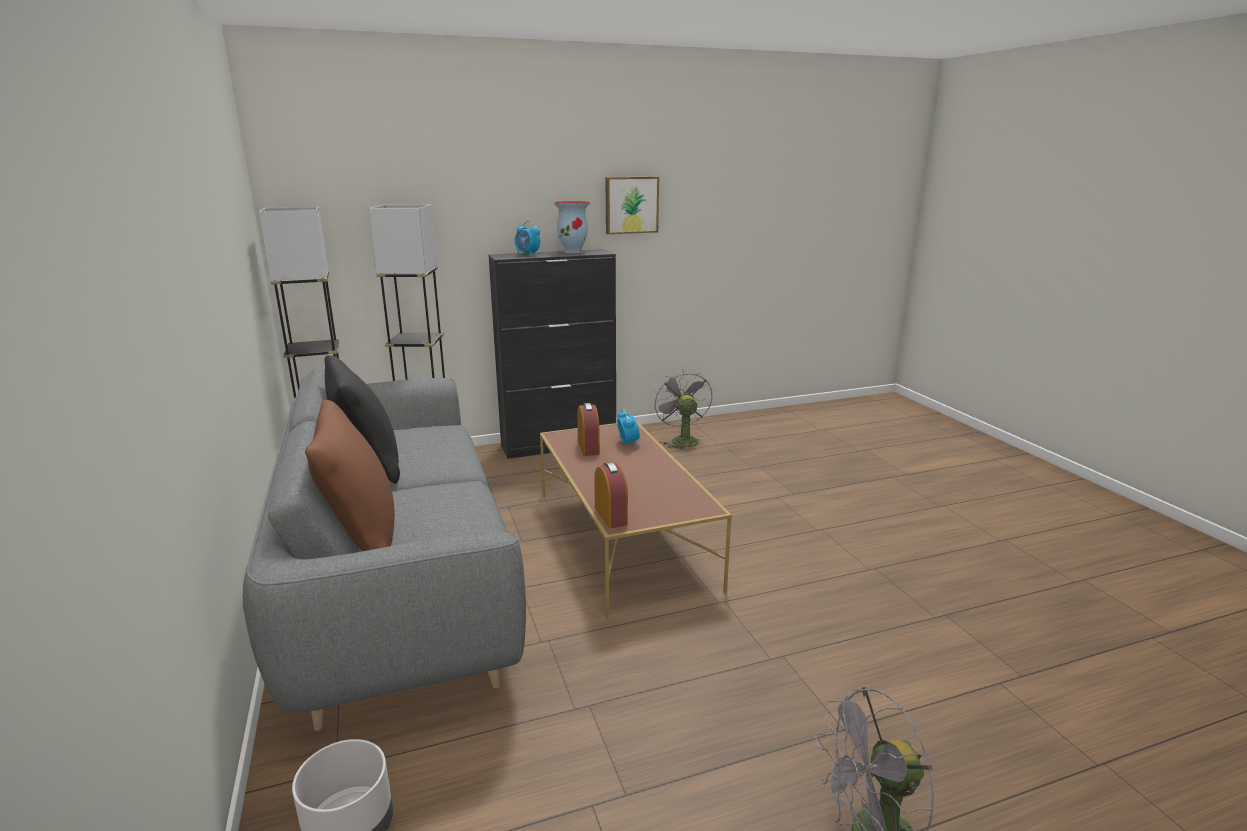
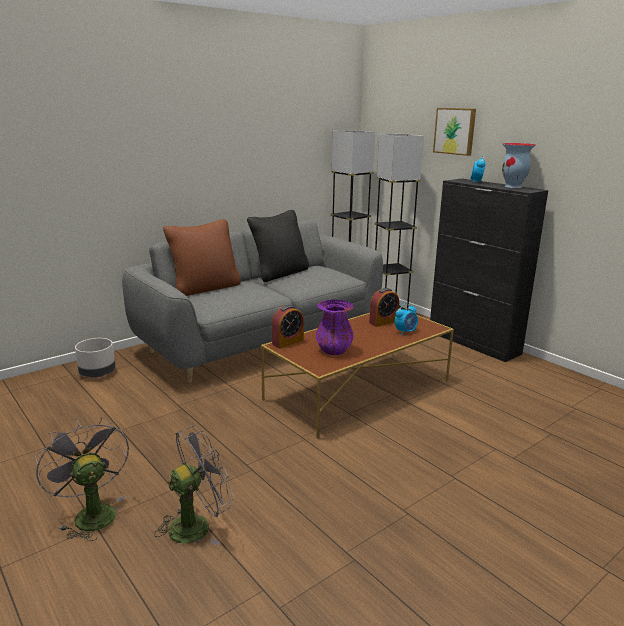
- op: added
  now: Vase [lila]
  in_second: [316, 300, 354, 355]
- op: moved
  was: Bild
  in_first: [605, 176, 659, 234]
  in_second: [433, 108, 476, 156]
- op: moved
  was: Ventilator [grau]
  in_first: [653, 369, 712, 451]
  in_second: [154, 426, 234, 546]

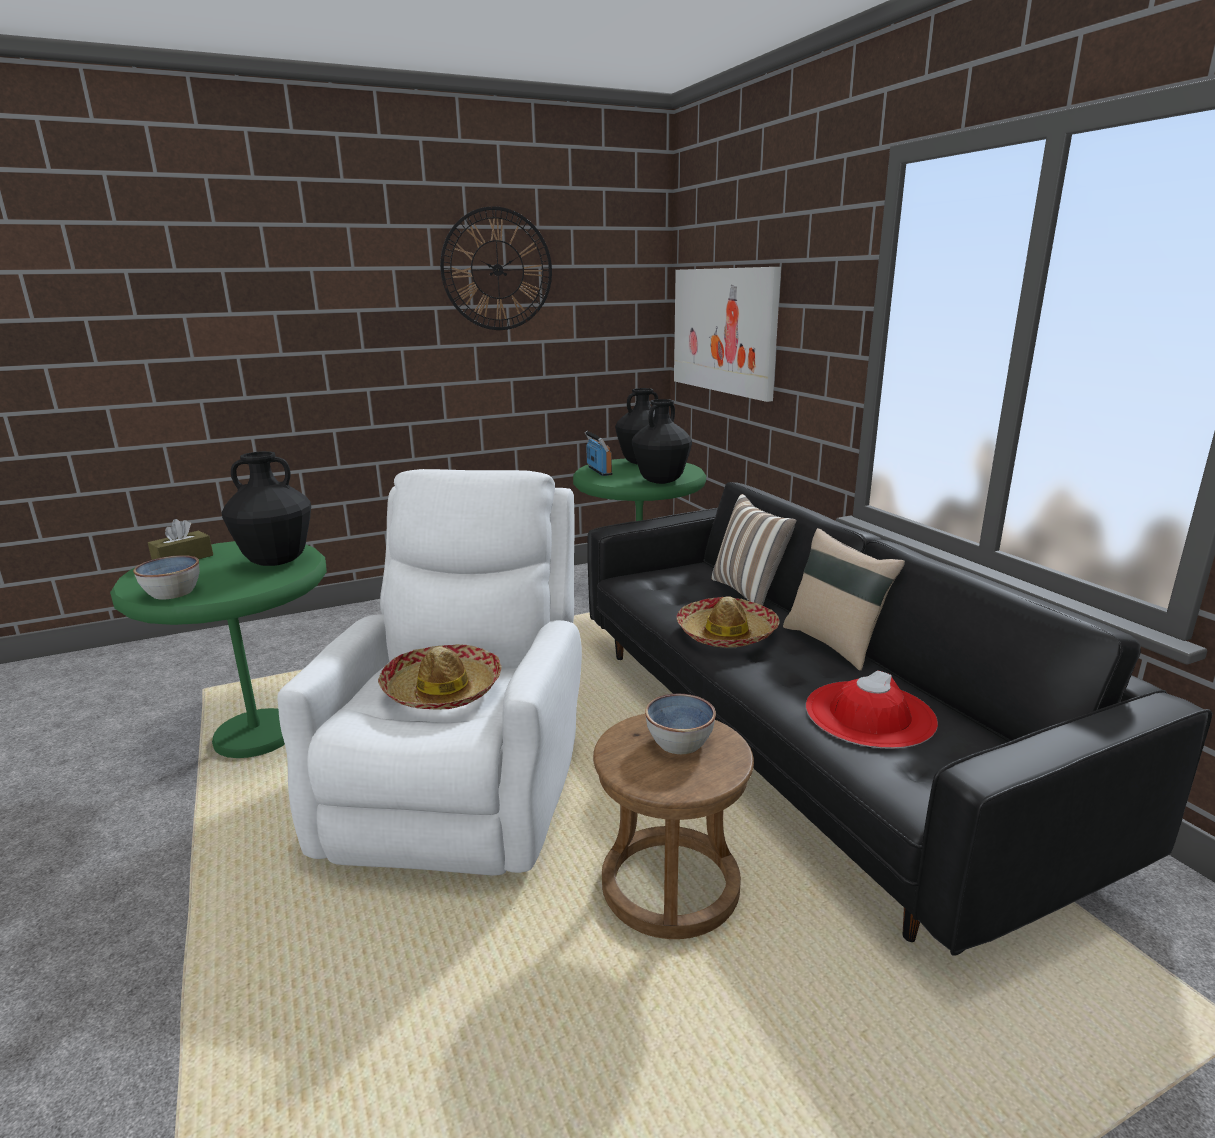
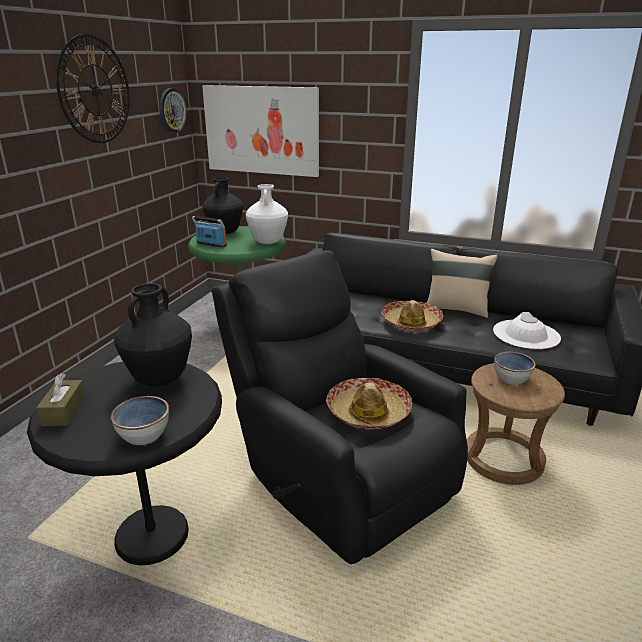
- op: removed
  was: Kissen
  in_first: [711, 494, 797, 606]
- op: added
  now: Wanduhr
  in_second: [159, 88, 187, 133]
- op: recoloured
  was: Beistelltisch [grün]
  now: Beistelltisch [schwarz]
  in_first: [110, 541, 327, 758]
  in_second: [27, 362, 222, 565]
- op: recoloured
  was: Sessel [weiß]
  now: Sessel [schwarz]
  in_first: [277, 469, 582, 876]
  in_second: [212, 250, 468, 564]
- op: recoloured
  was: Vase [schwarz]
  now: Vase [weiß]
  in_first: [632, 399, 692, 484]
  in_second: [246, 184, 288, 244]
- op: recoloured
  was: Hut [rot]
  now: Hut [weiß]
  in_first: [806, 670, 938, 749]
  in_second: [493, 312, 561, 349]

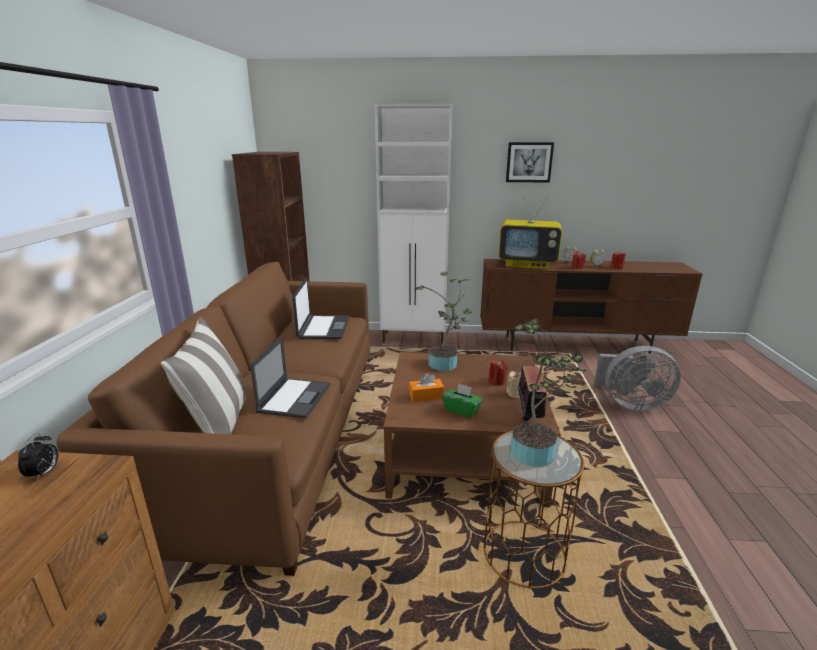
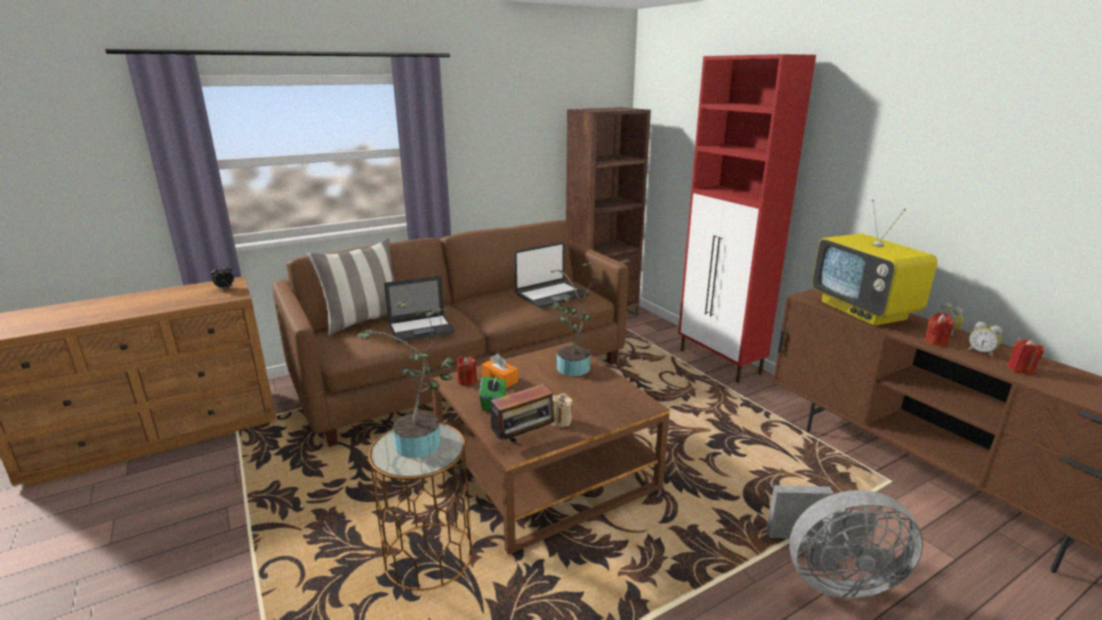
- op: removed
  was: Bild
  in_first: [506, 142, 554, 182]
- op: moved
  was: Kerze [rot]
  in_first: [489, 360, 508, 386]
  in_second: [457, 356, 477, 386]
- op: recoloured
  was: Schrank [weiß]
  now: Schrank [rot]
  in_first: [375, 103, 453, 345]
  in_second: [678, 54, 816, 383]
- op: turned
  was: Ventilator [grau]
  in_first: [594, 346, 681, 410]
  in_second: [766, 485, 923, 599]
  clockwise: -60

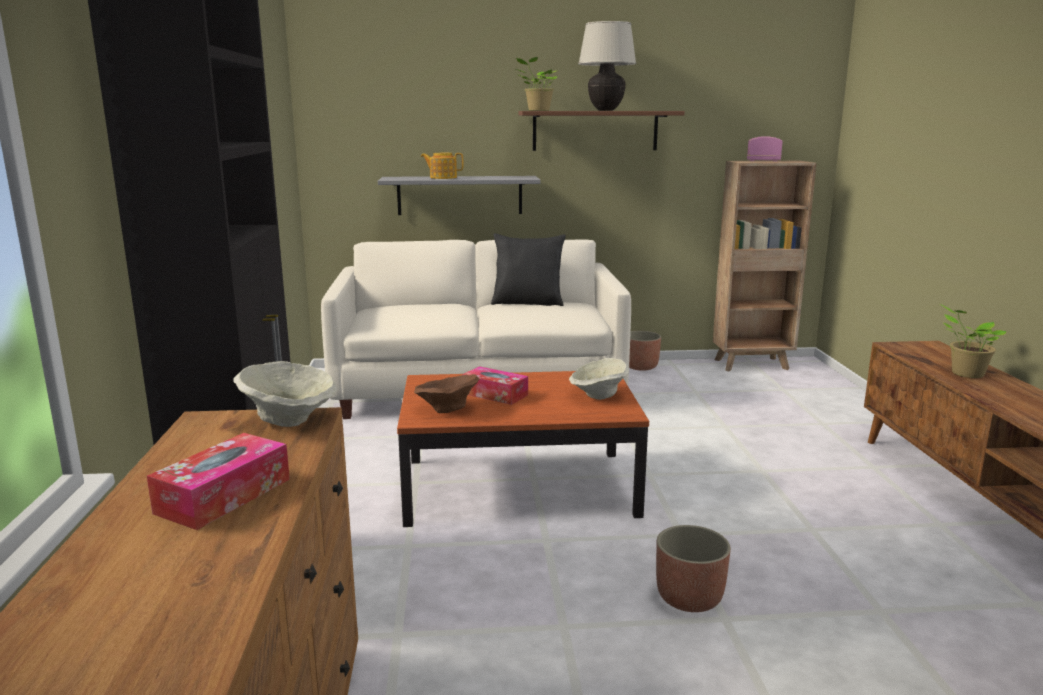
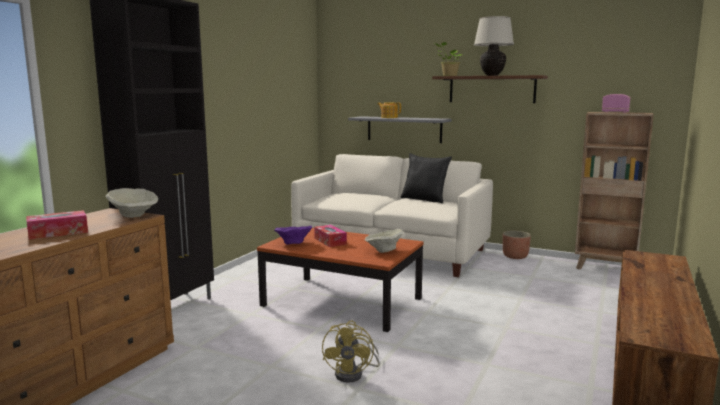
- op: removed
  was: Topfpflanze
  in_first: [940, 304, 1007, 378]
- op: replaced
  was: Pflanzkübel
  now: Ventilator [gelb]
  in_first: [656, 525, 731, 612]
  in_second: [322, 321, 380, 383]
- op: recoloured
  was: Schüssel [braun]
  now: Schüssel [lila]
  in_first: [414, 374, 480, 413]
  in_second: [274, 226, 312, 245]

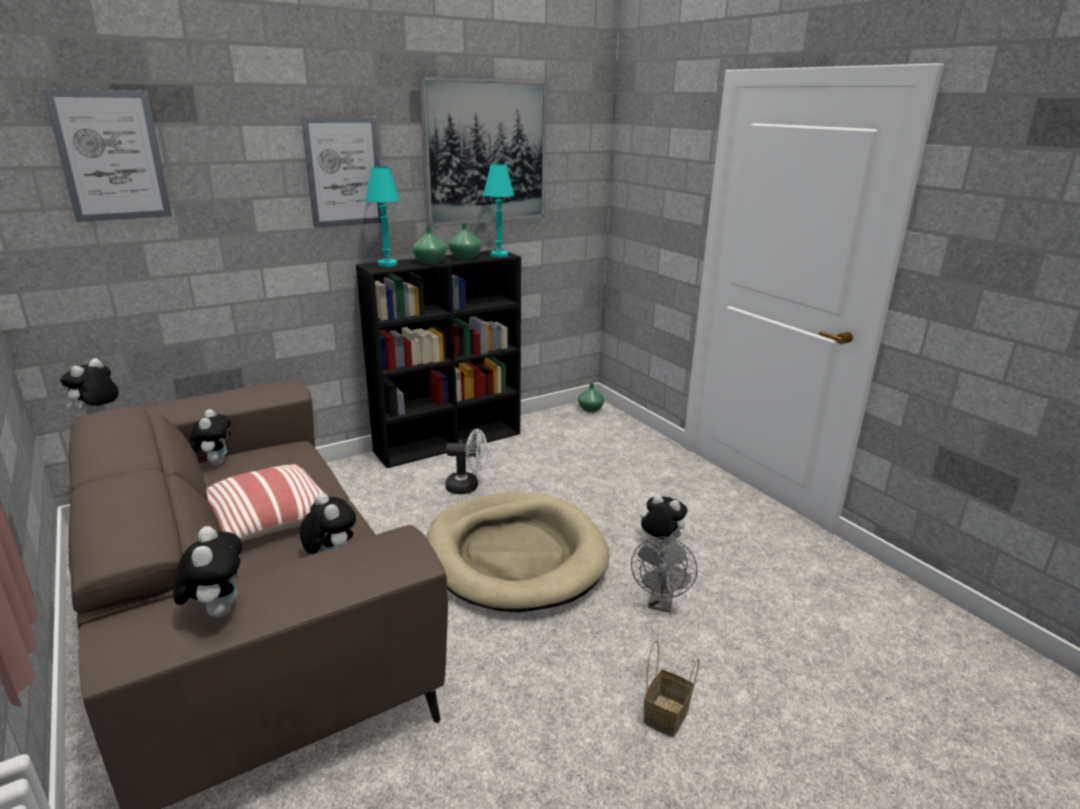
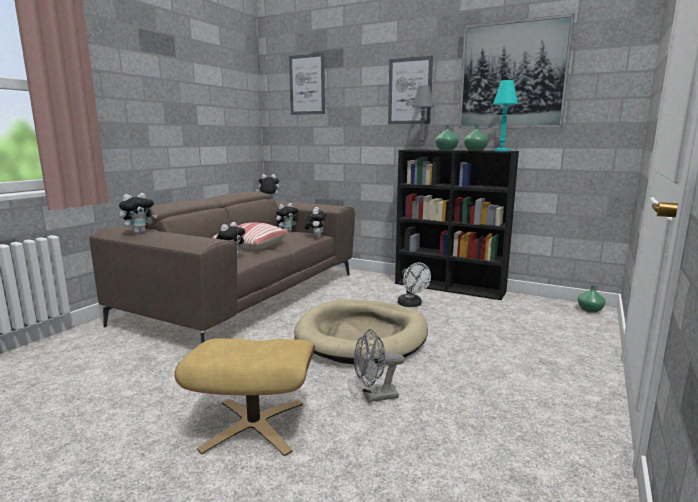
- op: moved
  was: Plüschtier
  in_first: [640, 494, 688, 542]
  in_second: [305, 207, 327, 238]
- op: replaced
  was: Korb
  now: Polsterhocker [beige]
  in_first: [643, 641, 699, 737]
  in_second: [174, 338, 315, 456]
- op: recoloured
  was: Tischlampe [türkis]
  now: Tischlampe [grau]
  in_first: [366, 167, 400, 267]
  in_second: [412, 85, 434, 150]

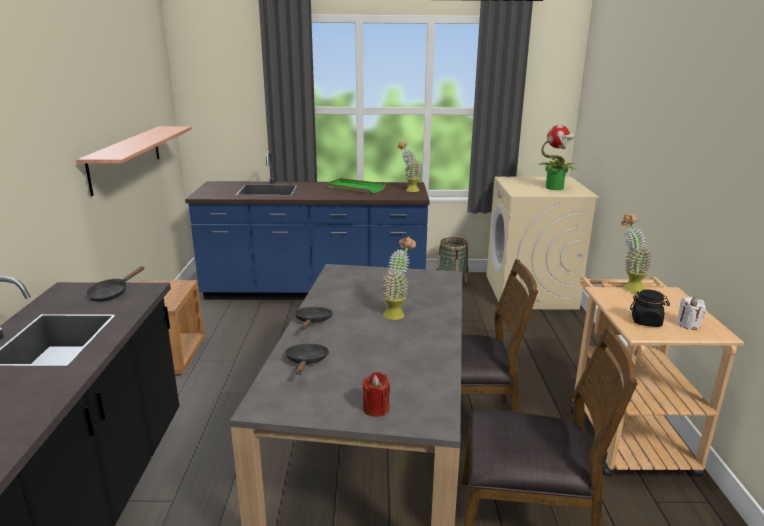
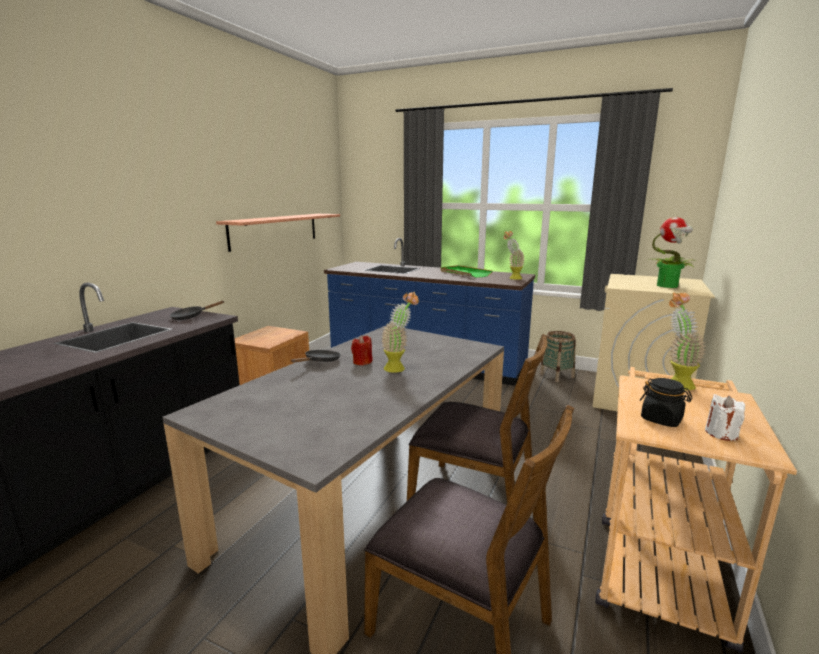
- op: removed
  was: Pfanne [schwarz]
  in_first: [285, 344, 329, 375]
- op: moved
  was: Kerze [rot]
  in_first: [362, 372, 390, 417]
  in_second: [351, 335, 372, 365]

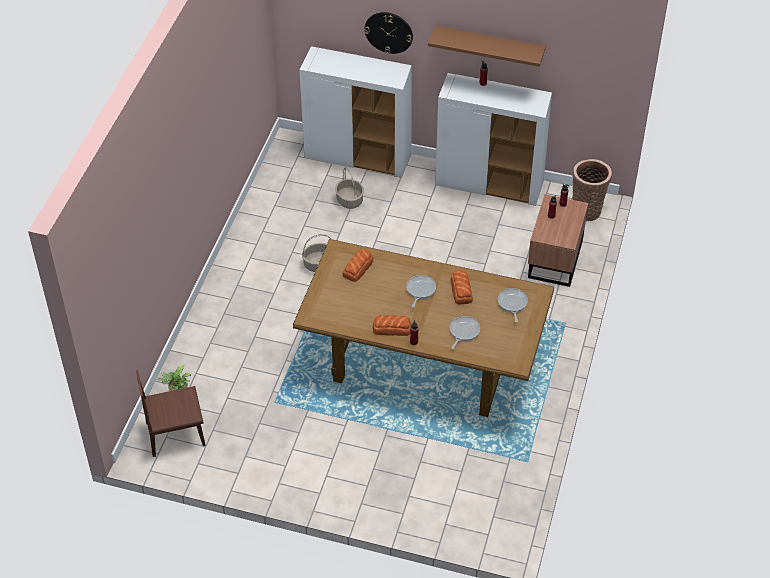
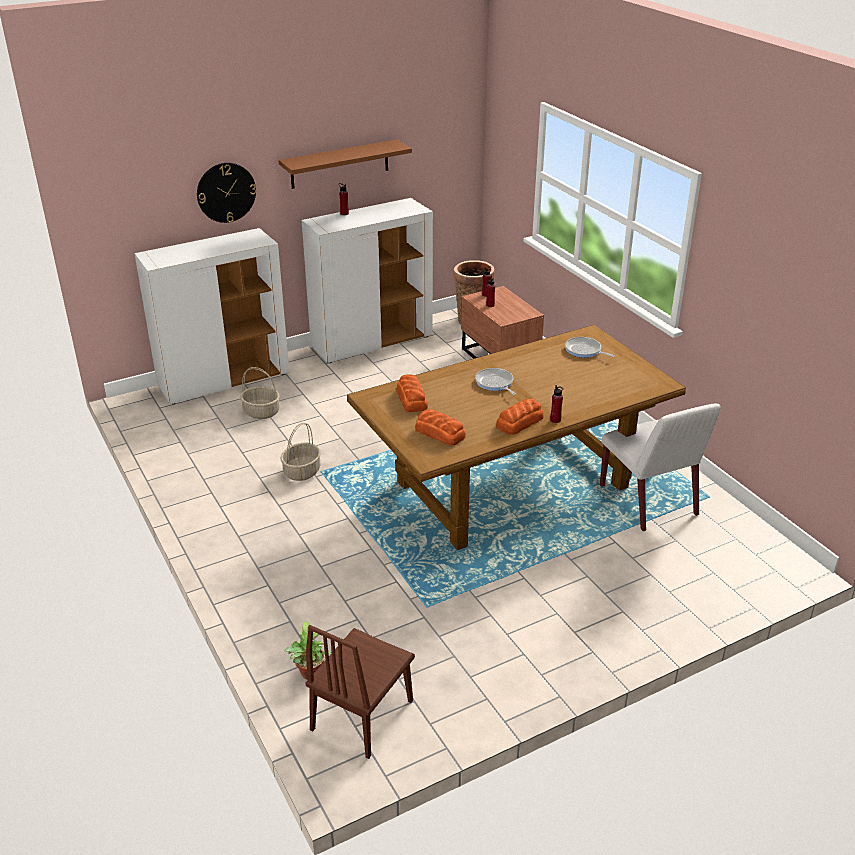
- op: removed
  was: Pfanne
  in_first: [450, 316, 480, 349]
- op: added
  now: Stuhl [weiß]
  in_second: [600, 404, 721, 531]
- op: moved
  was: Brot
  in_first: [450, 270, 473, 304]
  in_second: [415, 409, 466, 446]

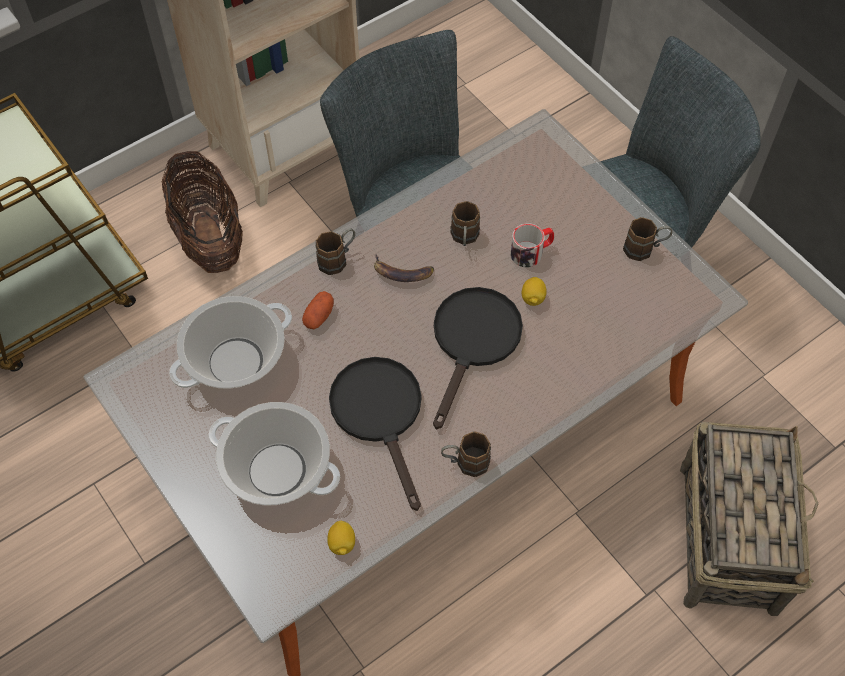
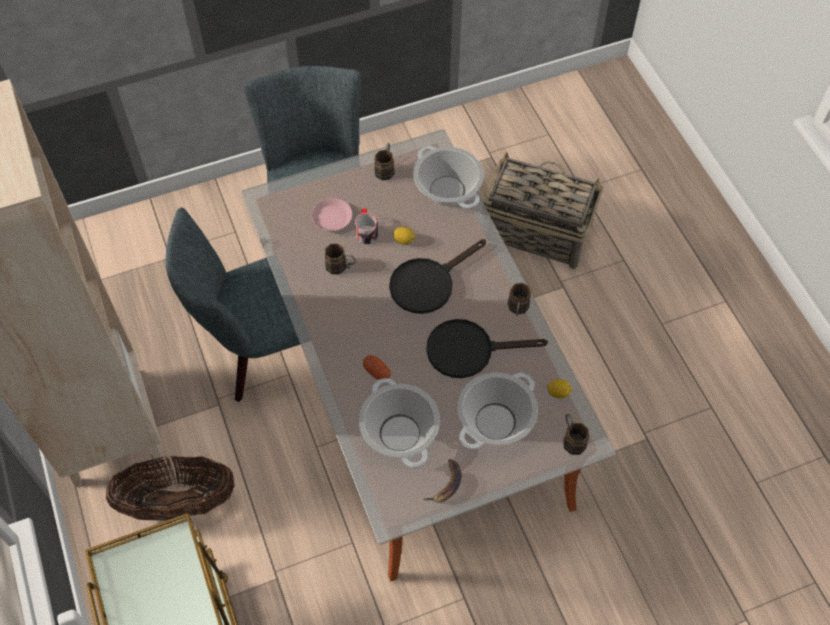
- op: added
  now: Teller [rosa]
  in_second: [312, 198, 352, 231]
- op: added
  now: Kochtopf
  in_second: [413, 146, 484, 209]
- op: moved
  was: Henkelbecher [braun]
  in_first: [315, 228, 355, 275]
  in_second: [563, 414, 589, 455]
- op: moved
  was: Banane
  in_first: [374, 254, 434, 282]
  in_second: [423, 459, 462, 502]
- op: turned
  was: Pfanne [schwarz]
  in_first: [433, 287, 523, 429]
  in_second: [389, 239, 486, 314]
  clockwise: -75

